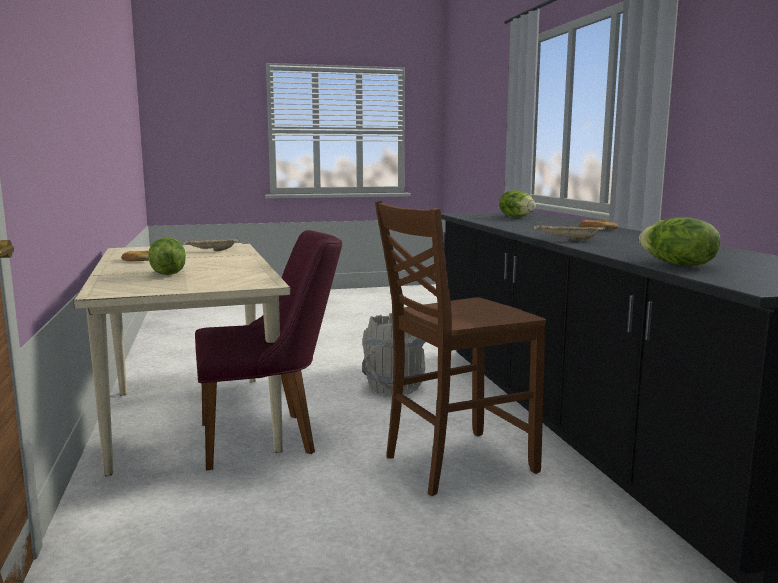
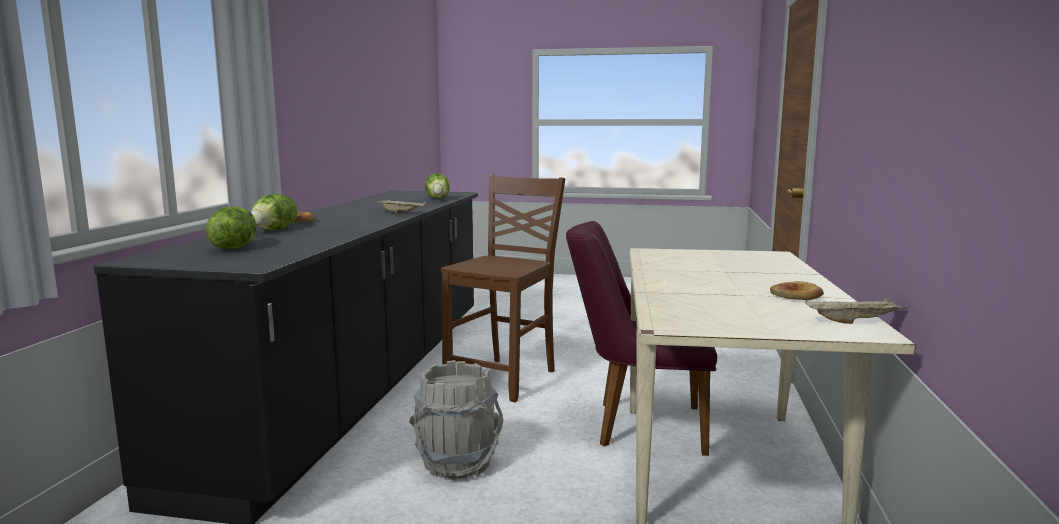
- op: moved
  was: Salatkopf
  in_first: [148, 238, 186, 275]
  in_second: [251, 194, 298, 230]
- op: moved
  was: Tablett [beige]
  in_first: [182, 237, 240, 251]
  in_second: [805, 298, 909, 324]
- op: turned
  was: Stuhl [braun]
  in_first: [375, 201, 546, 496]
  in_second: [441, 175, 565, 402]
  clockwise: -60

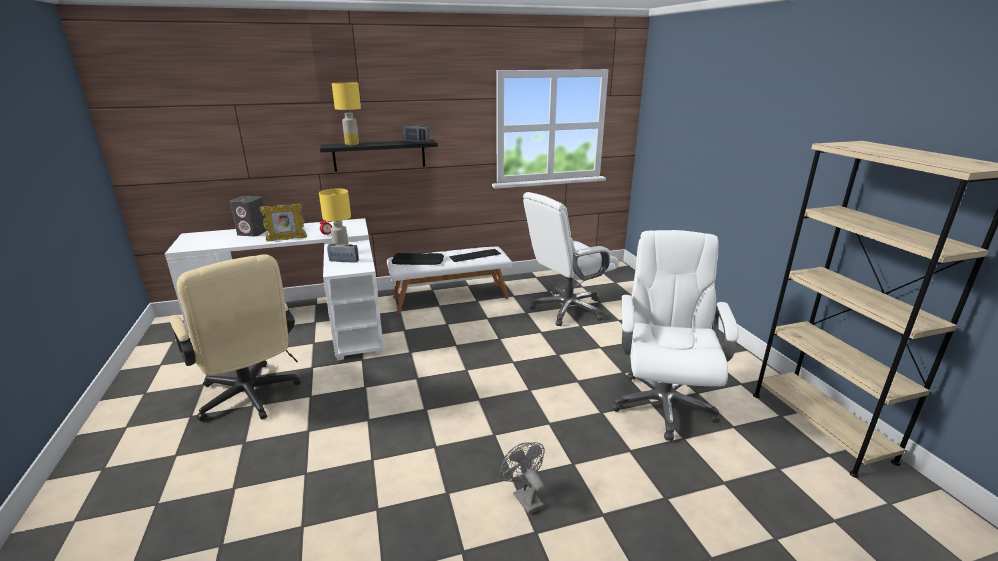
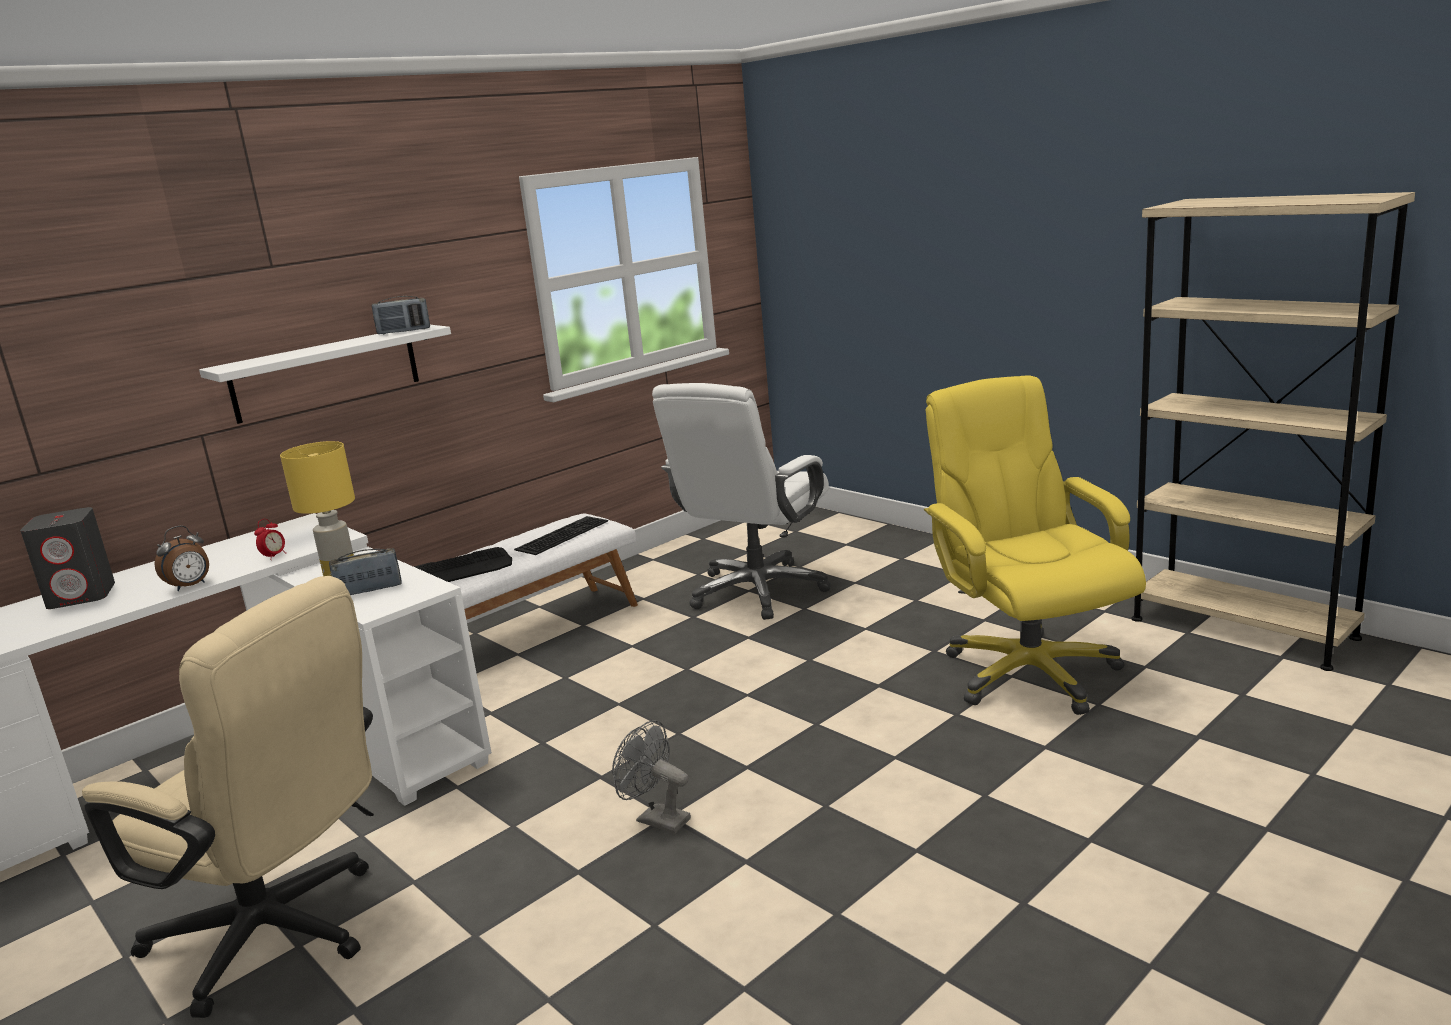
- op: removed
  was: Tischlampe [gelb]
  in_first: [332, 82, 361, 145]
- op: moved
  was: Ventilator [grau]
  in_first: [500, 442, 545, 514]
  in_second: [612, 720, 691, 834]
- op: replaced
  was: Bilderrahmen
  now: Wecker
  in_first: [260, 204, 307, 241]
  in_second: [154, 525, 209, 591]
- op: recoloured
  was: Wandregal [schwarz]
  now: Wandregal [weiß]
  in_first: [320, 139, 438, 172]
  in_second: [199, 325, 451, 424]
- op: recoloured
  was: Bürostuhl [weiß]
  now: Bürostuhl [gelb]
  in_first: [611, 230, 739, 441]
  in_second: [924, 375, 1146, 715]

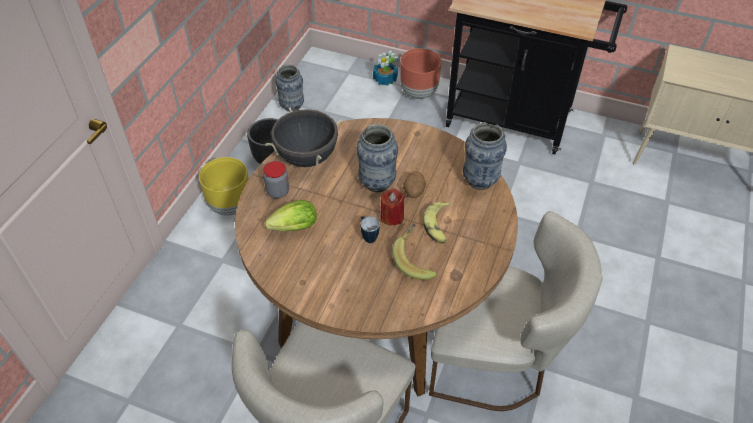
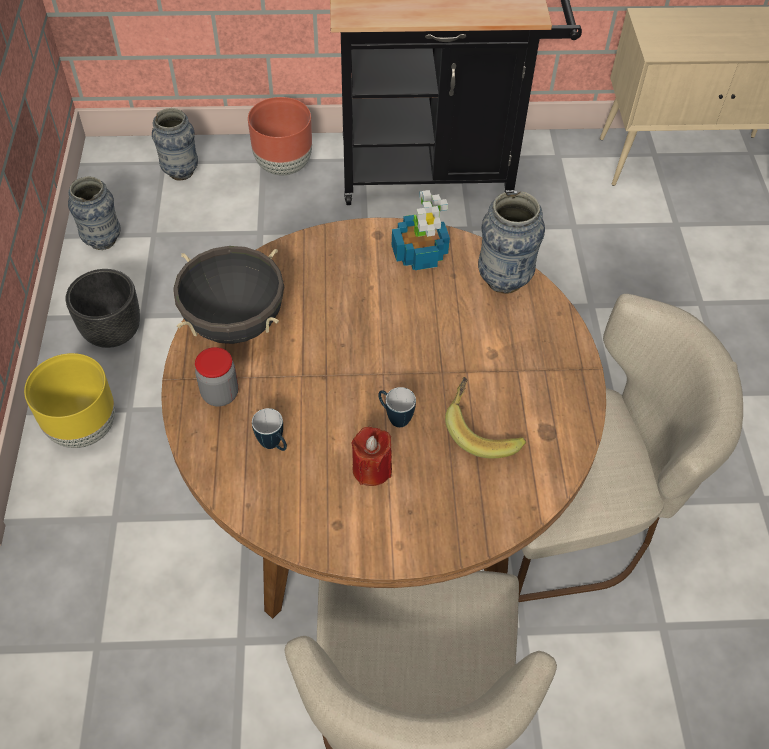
- op: removed
  was: Kartoffel
  in_first: [403, 171, 426, 198]
- op: removed
  was: Banane
  in_first: [424, 202, 451, 244]
- op: moved
  was: Vase
  in_first: [357, 124, 398, 192]
  in_second: [152, 108, 198, 180]
- op: moved
  was: Topfpflanze
  in_first: [373, 51, 399, 86]
  in_second: [392, 190, 450, 270]
- op: moved
  was: Kerze [rot]
  in_first: [381, 189, 405, 226]
  in_second: [351, 427, 392, 486]
- op: replaced
  was: Salatkopf
  now: Henkelbecher
  in_first: [265, 200, 317, 232]
  in_second: [252, 408, 287, 451]

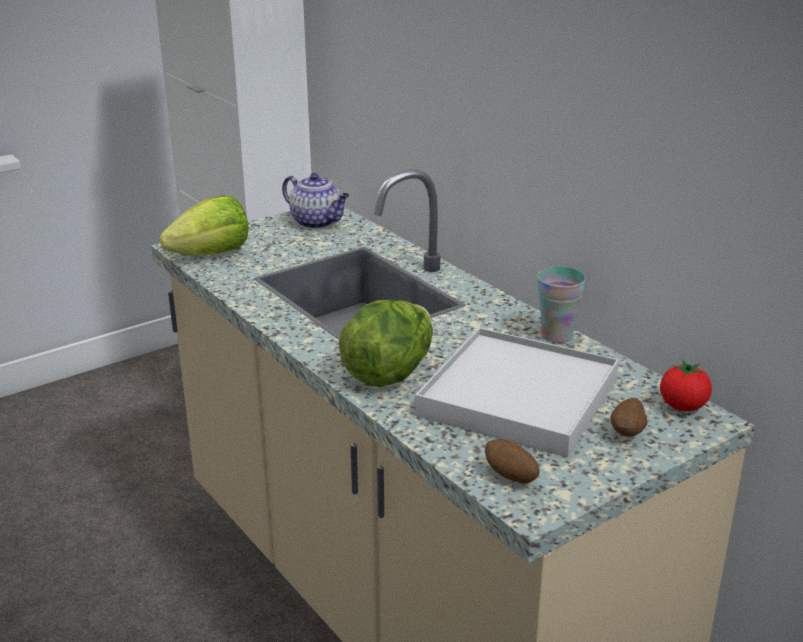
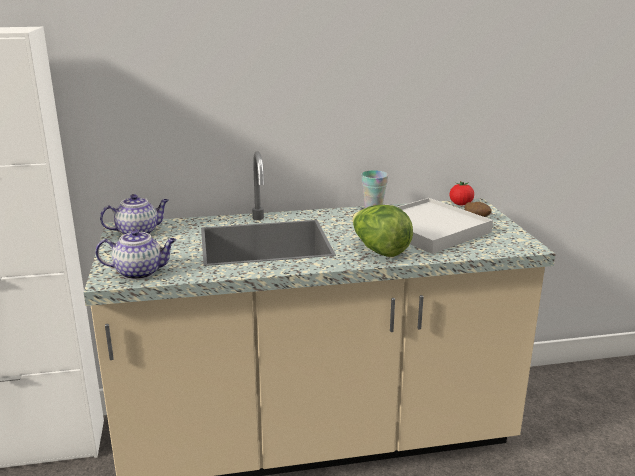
- op: removed
  was: Kartoffel
  in_first: [485, 439, 539, 484]
- op: replaced
  was: Salatkopf
  now: Teekanne
  in_first: [160, 195, 249, 256]
  in_second: [95, 229, 176, 280]

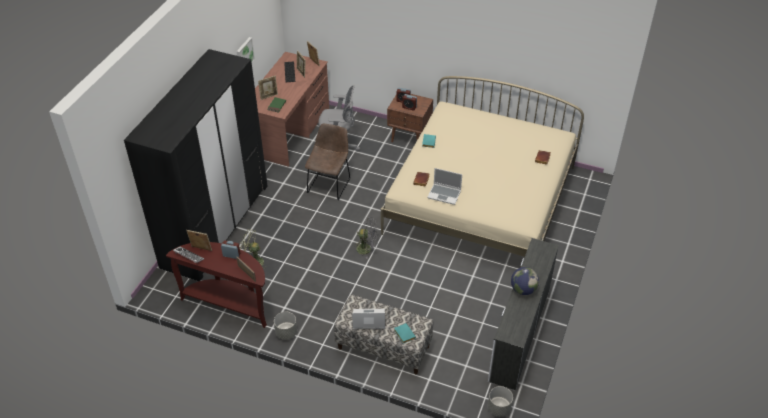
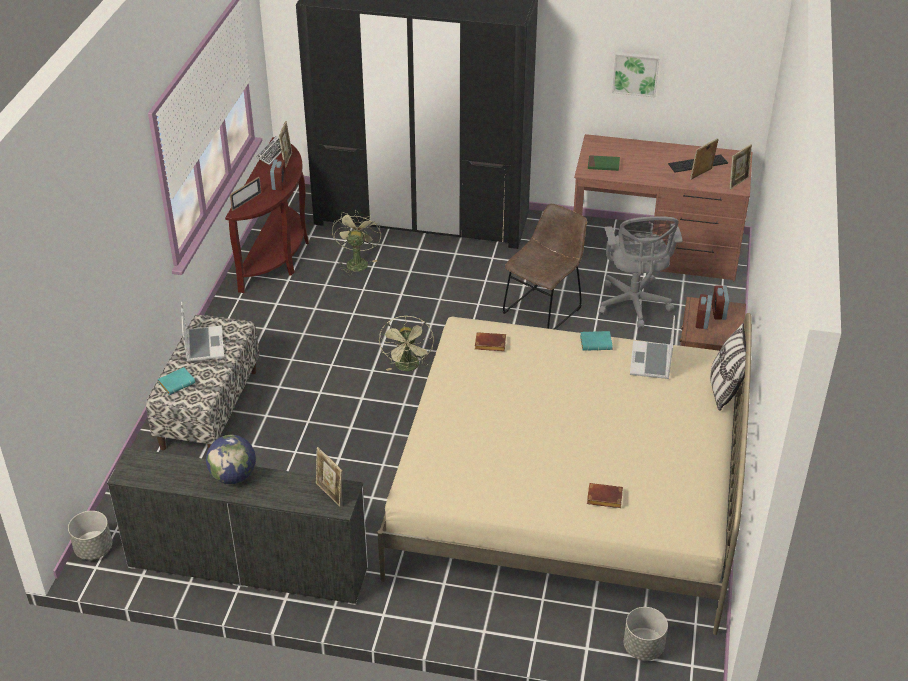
- op: added
  now: Kissen
  in_second: [710, 323, 746, 411]
- op: moved
  was: Bilderrahmen
  in_first: [258, 76, 278, 100]
  in_second: [316, 447, 343, 507]
- op: moved
  was: Pflanzkübel [grau]
  in_first: [274, 312, 297, 340]
  in_second: [623, 607, 668, 661]
- op: moved
  was: Laptop
  in_first: [427, 168, 462, 205]
  in_second: [630, 315, 675, 379]
- op: recoloured
  was: Ventilator [grau]
  now: Ventilator [grün]
  in_first: [355, 217, 378, 259]
  in_second: [379, 316, 434, 371]
- op: turned
  was: Stuhl [braun]
  in_first: [305, 124, 350, 200]
  in_second: [503, 204, 587, 329]
  clockwise: -60

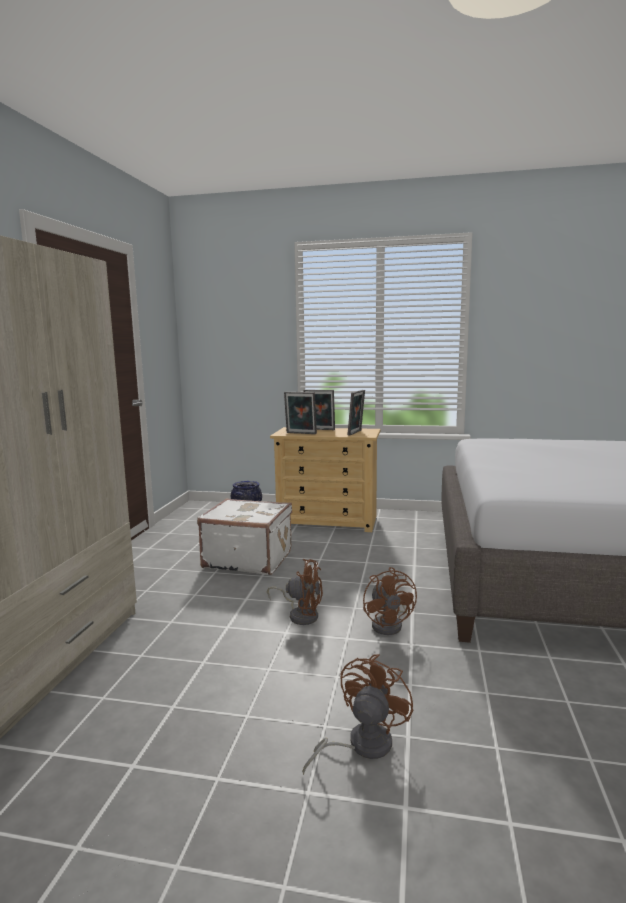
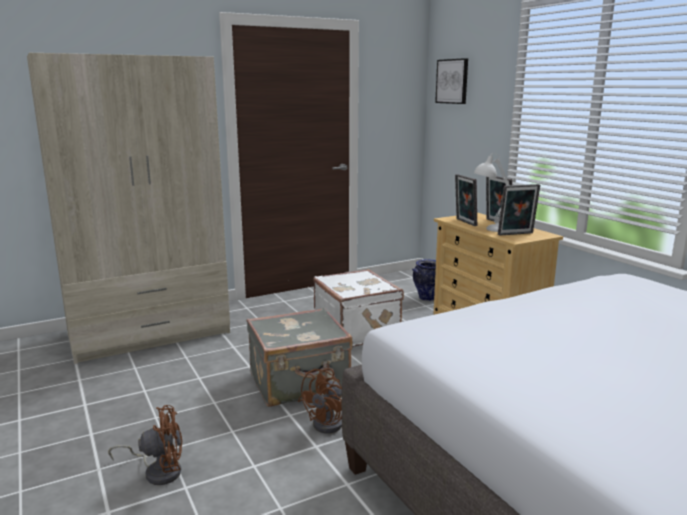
- op: added
  now: Bild
  in_second: [435, 58, 468, 104]
- op: added
  now: Tischlampe [weiß]
  in_second: [474, 153, 509, 232]
- op: replaced
  was: Ventilator [braun]
  now: Koffer [grau]
  in_first: [267, 559, 323, 625]
  in_second: [247, 307, 352, 407]

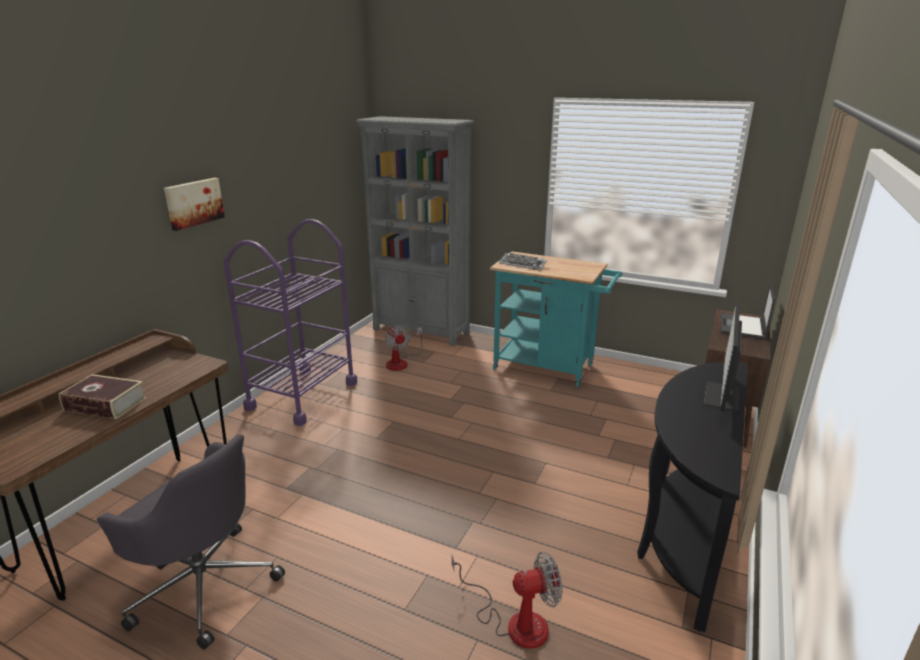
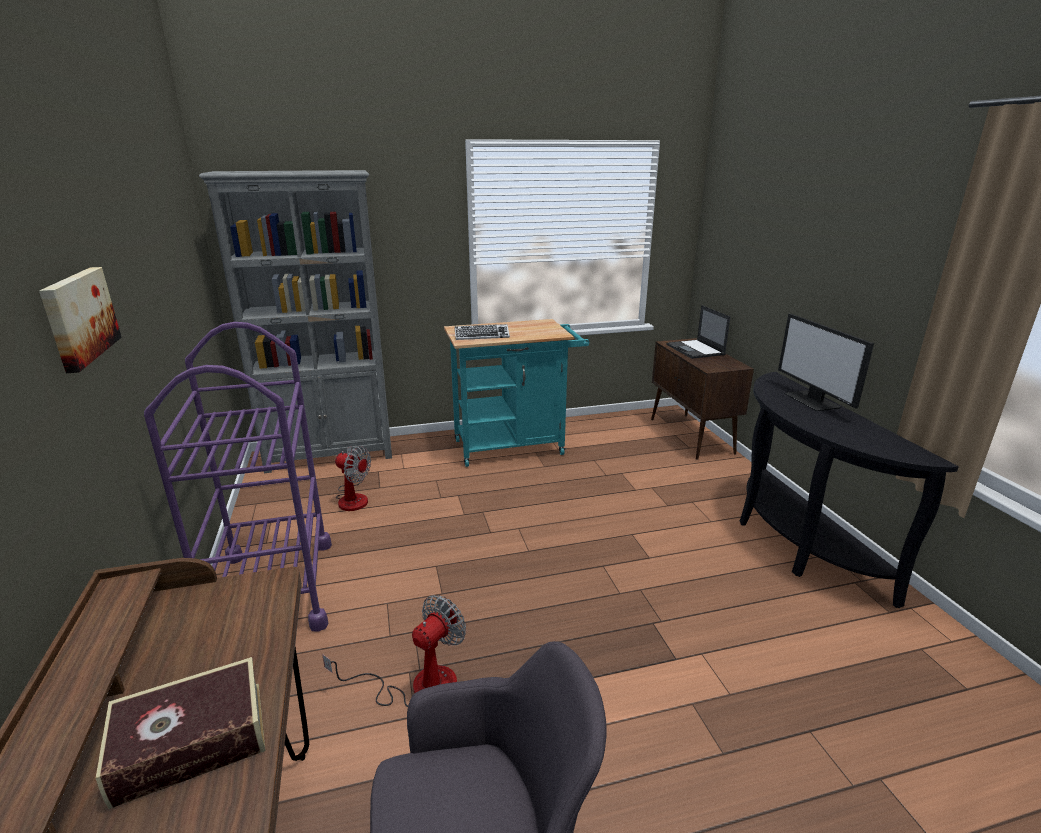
- op: moved
  was: Ventilator
  in_first: [452, 552, 563, 649]
  in_second: [322, 595, 466, 707]

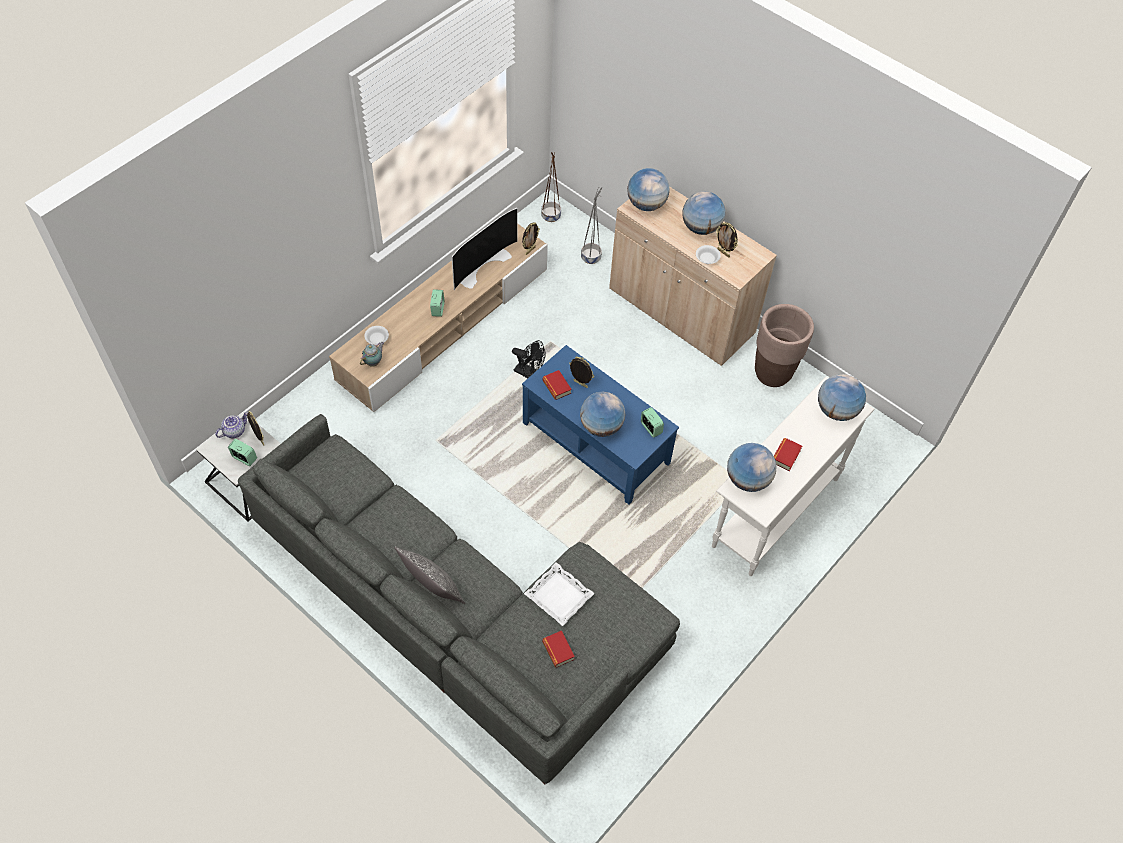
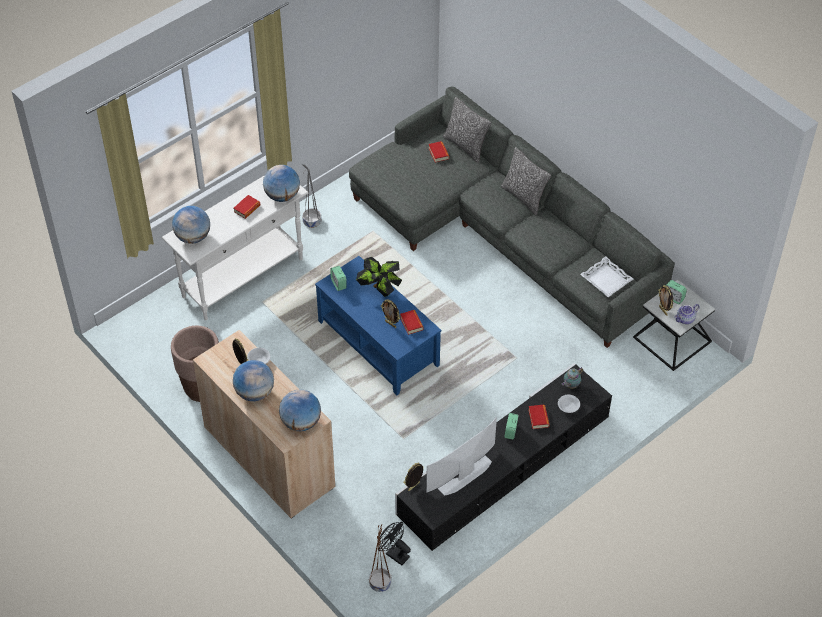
- op: added
  now: Kissen
  in_second: [443, 97, 491, 163]
- op: added
  now: Buch
  in_second: [528, 404, 549, 429]
- op: moved
  was: Ventilator [schwarz]
  in_first: [512, 340, 546, 378]
  in_second: [379, 522, 411, 565]
- op: moved
  was: Tablett [weiß]
  in_first: [524, 562, 595, 626]
  in_second: [580, 256, 633, 297]
- op: moved
  was: Pflanzkübel [grau]
  in_first: [581, 187, 603, 264]
  in_second: [302, 164, 321, 228]
- op: replaced
  was: Globus
  now: Topfpflanze
  in_first: [580, 392, 625, 437]
  in_second: [356, 257, 402, 297]
- op: recoloured
  was: Fernsehschrank [beige]
  now: Fernsehschrank [schwarz]
  in_first: [329, 224, 548, 412]
  in_second: [395, 363, 612, 551]

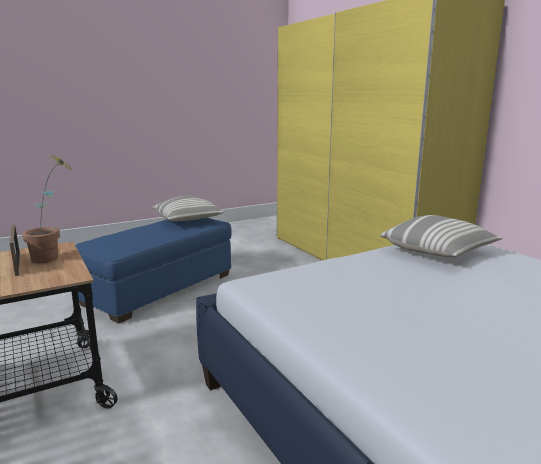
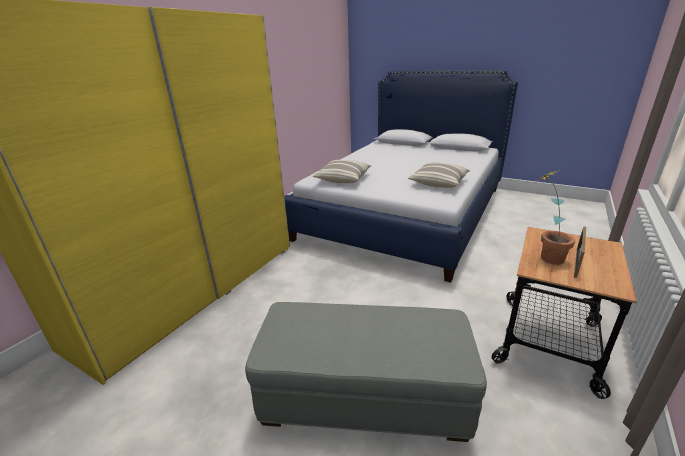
- op: moved
  was: Kissen
  in_first: [152, 196, 224, 221]
  in_second: [408, 162, 470, 188]
- op: recoloured
  was: Polsterhocker [blau]
  now: Polsterhocker [grau]
  in_first: [75, 218, 231, 323]
  in_second: [245, 302, 487, 442]

